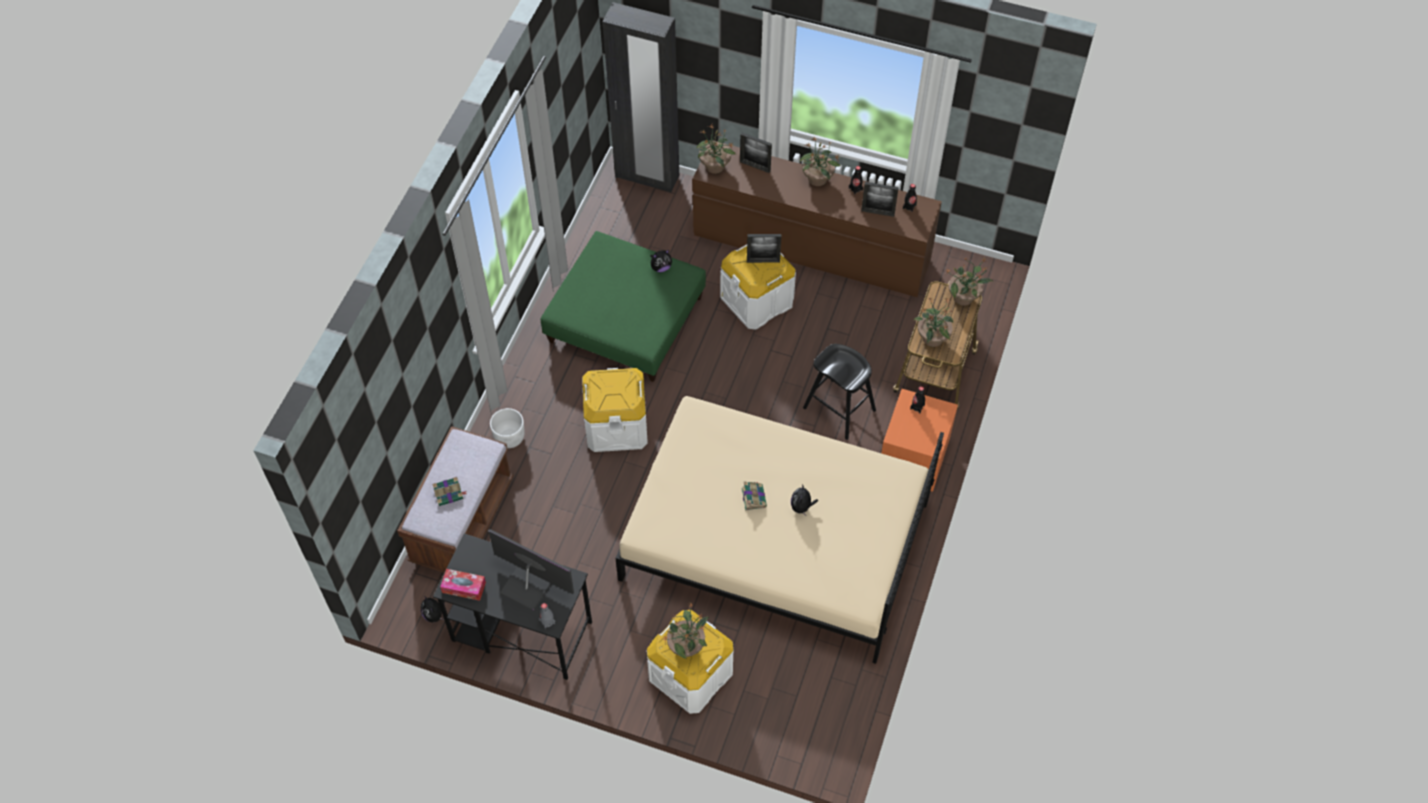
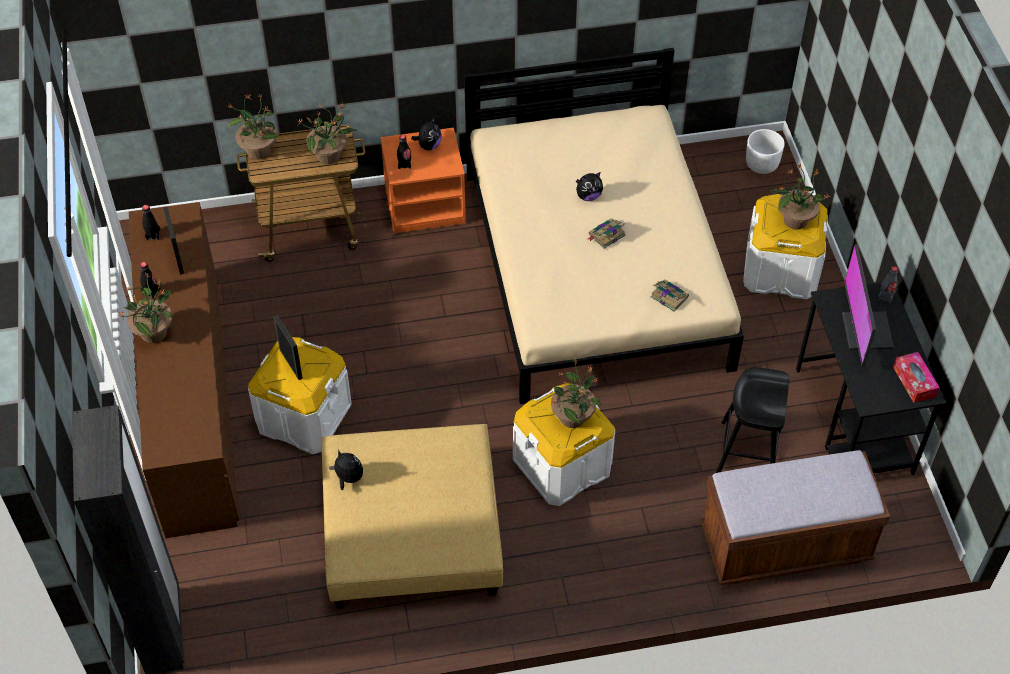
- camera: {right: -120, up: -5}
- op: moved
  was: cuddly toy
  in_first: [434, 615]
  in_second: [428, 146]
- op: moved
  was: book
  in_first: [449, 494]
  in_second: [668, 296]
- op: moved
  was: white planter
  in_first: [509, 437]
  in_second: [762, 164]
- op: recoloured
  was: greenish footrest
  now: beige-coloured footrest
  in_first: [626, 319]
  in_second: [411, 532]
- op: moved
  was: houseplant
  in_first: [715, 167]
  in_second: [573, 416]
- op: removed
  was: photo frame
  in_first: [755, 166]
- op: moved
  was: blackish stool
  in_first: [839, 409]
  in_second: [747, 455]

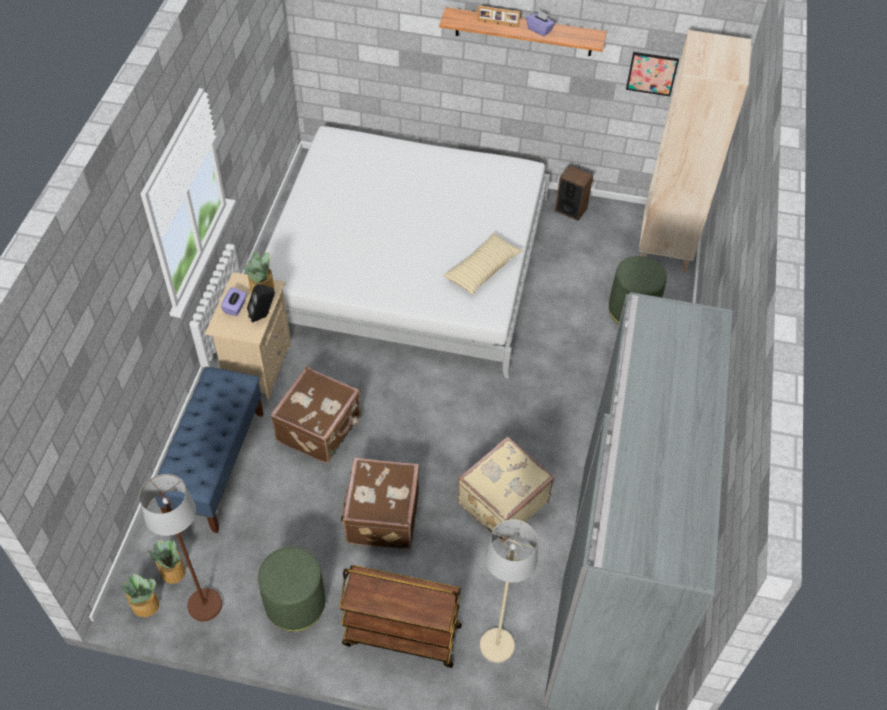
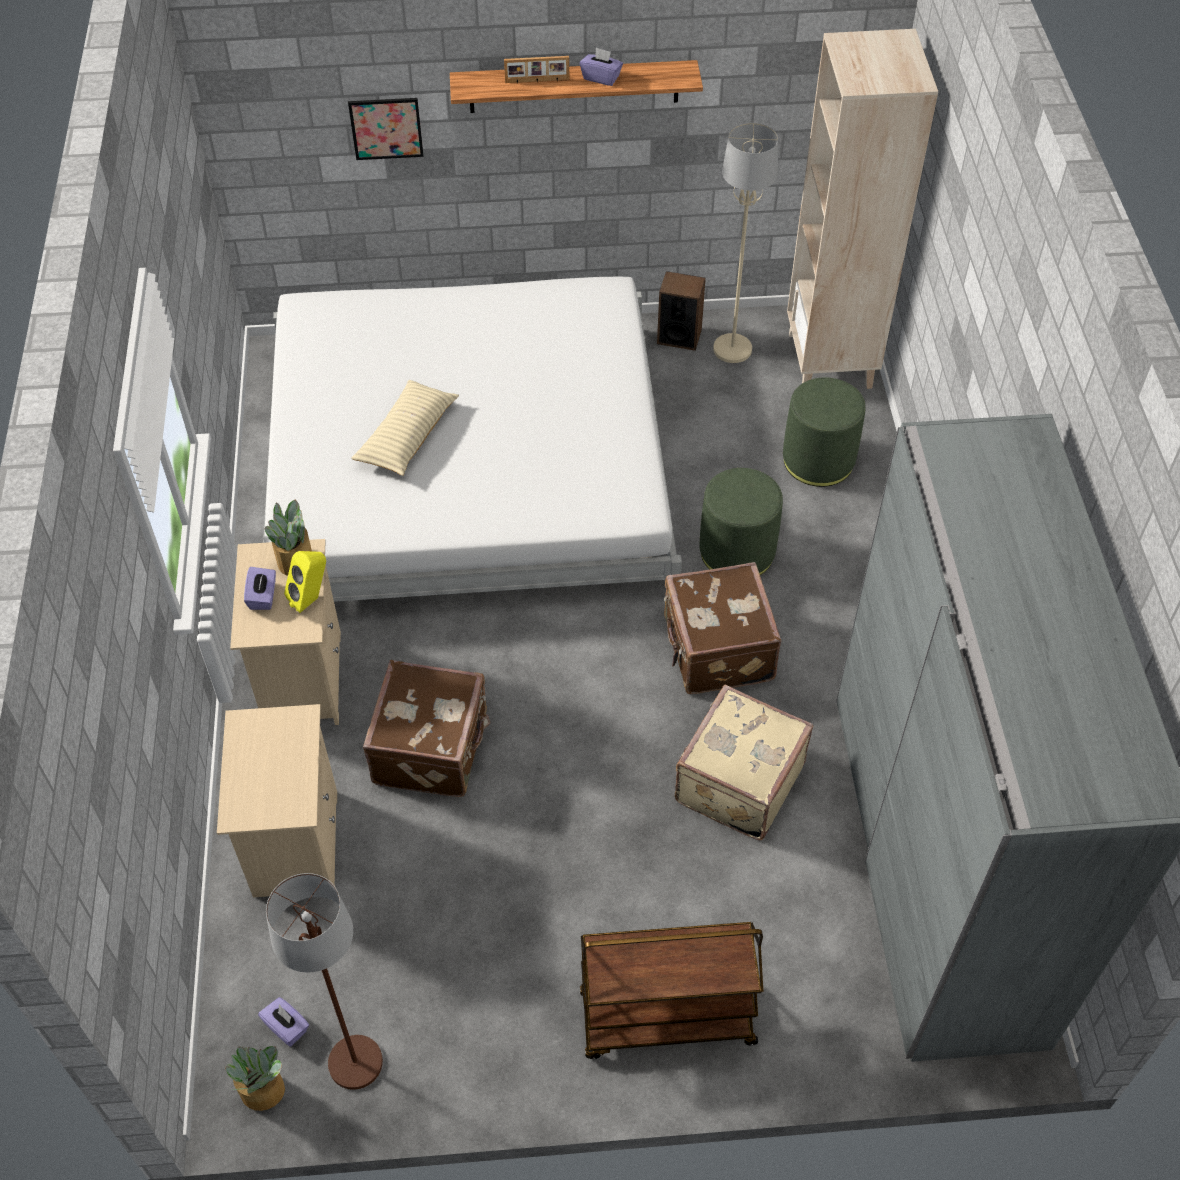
- camera: {right: -15, up: 0}
- op: replaced
  was: houseplant
  now: purplish tissue box
  in_first: [173, 572]
  in_second: [287, 1027]
- op: replaced
  was: blue-coloured long seat
  now: beige-coloured night table
  in_first: [216, 465]
  in_second: [294, 846]
- op: recoloured
  was: blackish loudspeaker
  now: yellow-coloured loudspeaker
  in_first: [263, 316]
  in_second: [311, 599]
- op: moved
  was: greenish footrest
  in_first: [295, 604]
  in_second: [736, 552]
- op: moved
  was: brown-coloured travel case
  in_first: [380, 516]
  in_second: [716, 650]
- op: moved
  was: beige-coloured pillow
  in_first: [482, 269]
  in_second: [407, 436]
- op: moved
  was: beige-coloured floor lamp
  in_first: [497, 645]
  in_second: [732, 349]
- op: moved
  was: picture
  in_first: [652, 73]
  in_second: [386, 128]

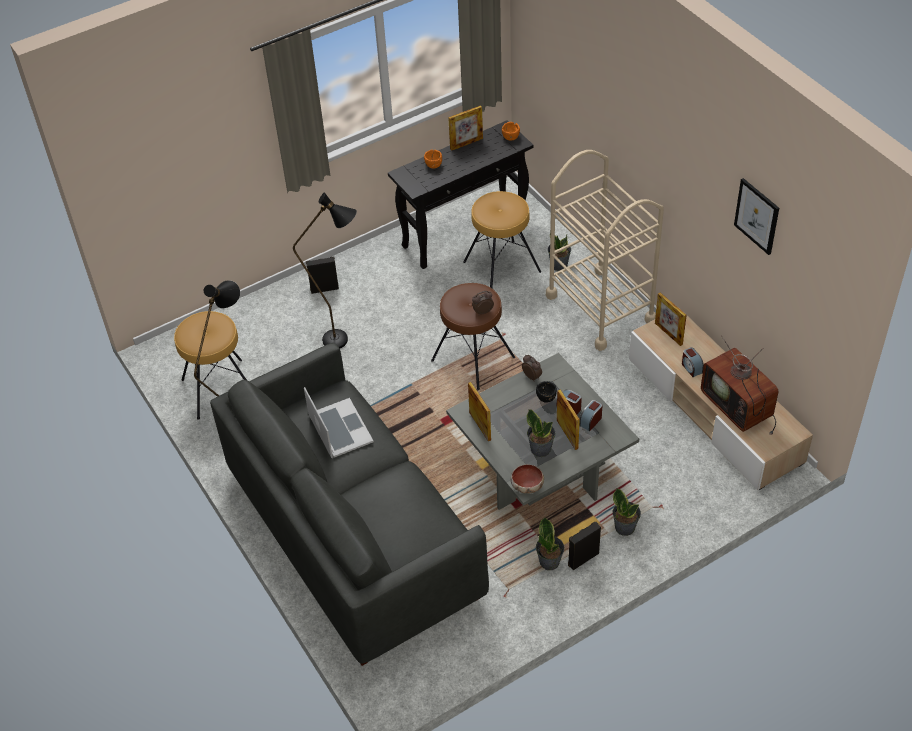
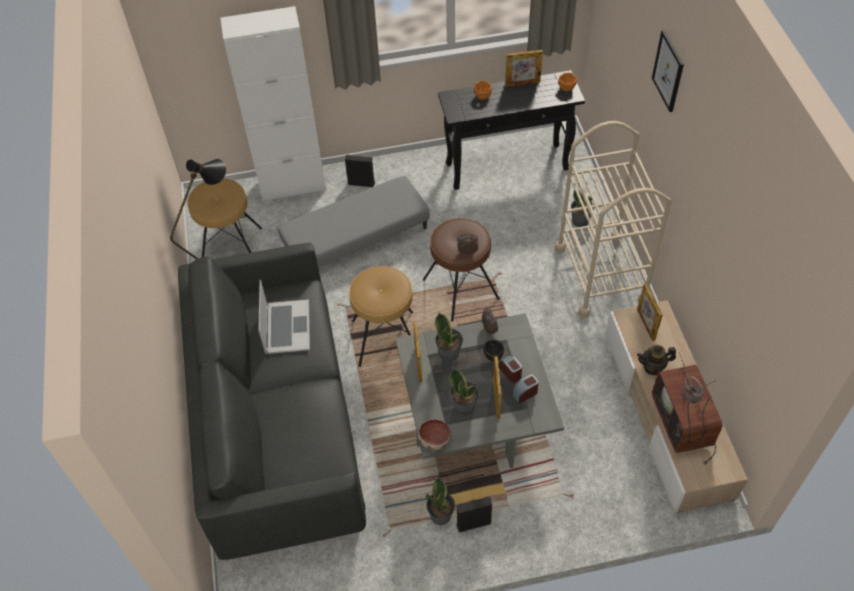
- camera: {right: 20, up: 5}
- op: replaced
  was: blackish floor lamp
  now: grey footrest
  in_first: [344, 341]
  in_second: [356, 237]
- op: moved
  was: brown-coloured stool
  in_first: [501, 266]
  in_second: [386, 338]
- op: moved
  was: houseplant
  in_first: [625, 527]
  in_second: [449, 353]
- op: replaced
  was: alarm clock
  now: pot for tea
  in_first: [691, 368]
  in_second: [653, 367]
- op: moved
  was: picture
  in_first: [757, 216]
  in_second: [668, 71]
- op: added
  now: white storage cabinet
  in_second: [292, 185]

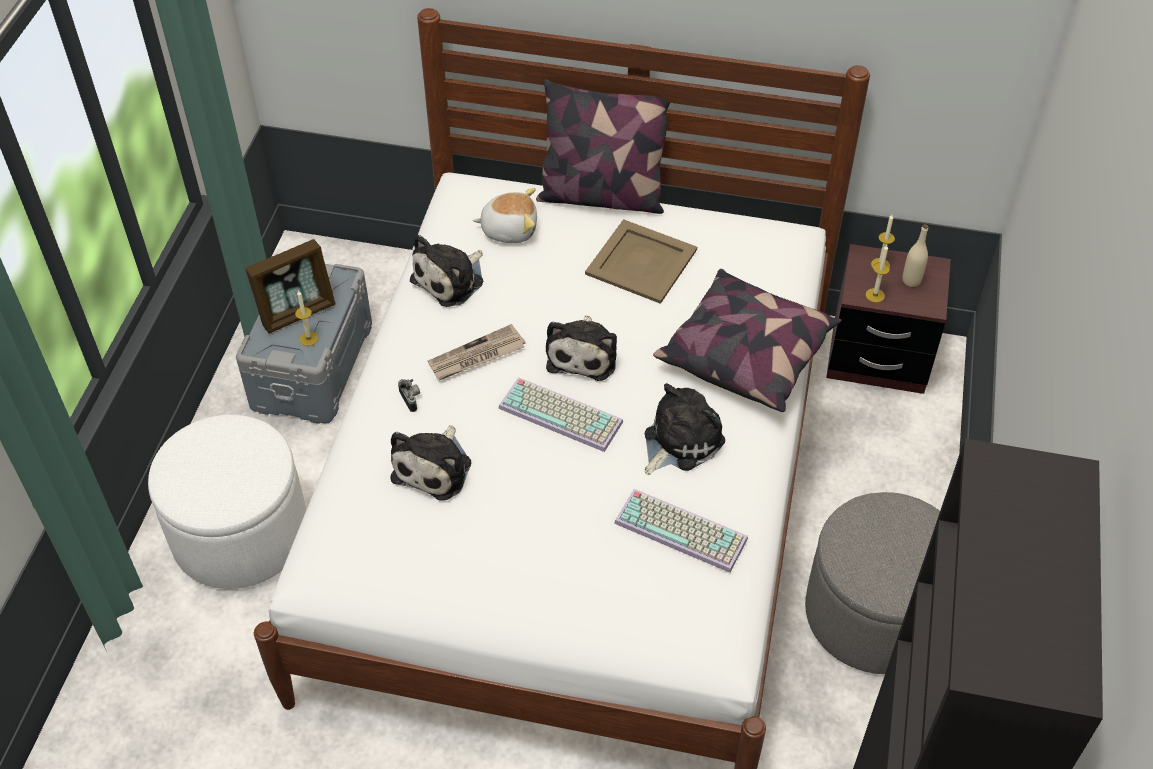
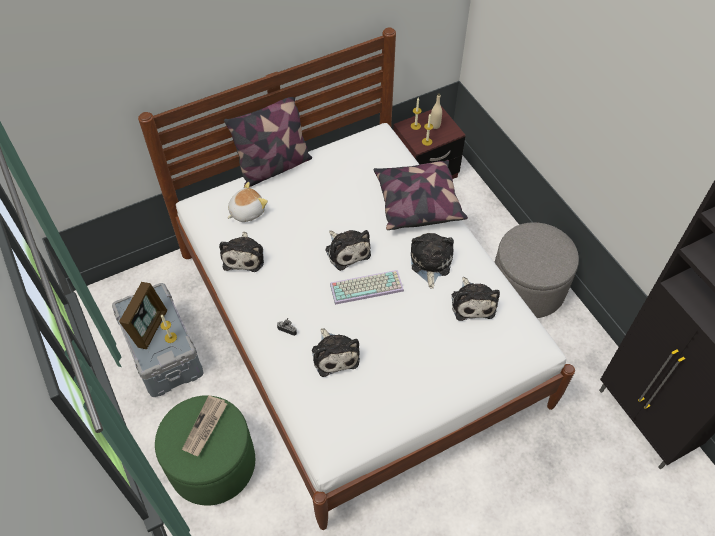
- camera: {right: -40, up: 5}
- op: recoloured
  was: white footrest
  now: greenish footrest
  in_first: [240, 533]
  in_second: [212, 463]
- op: moved
  was: daily paper
  in_first: [476, 356]
  in_second: [205, 427]
- op: removed
  was: beige-coloured carrying tray
  in_first: [640, 262]
- op: replaced
  was: computer keyboard
  now: cuddly toy
  in_first: [683, 529]
  in_second: [472, 302]

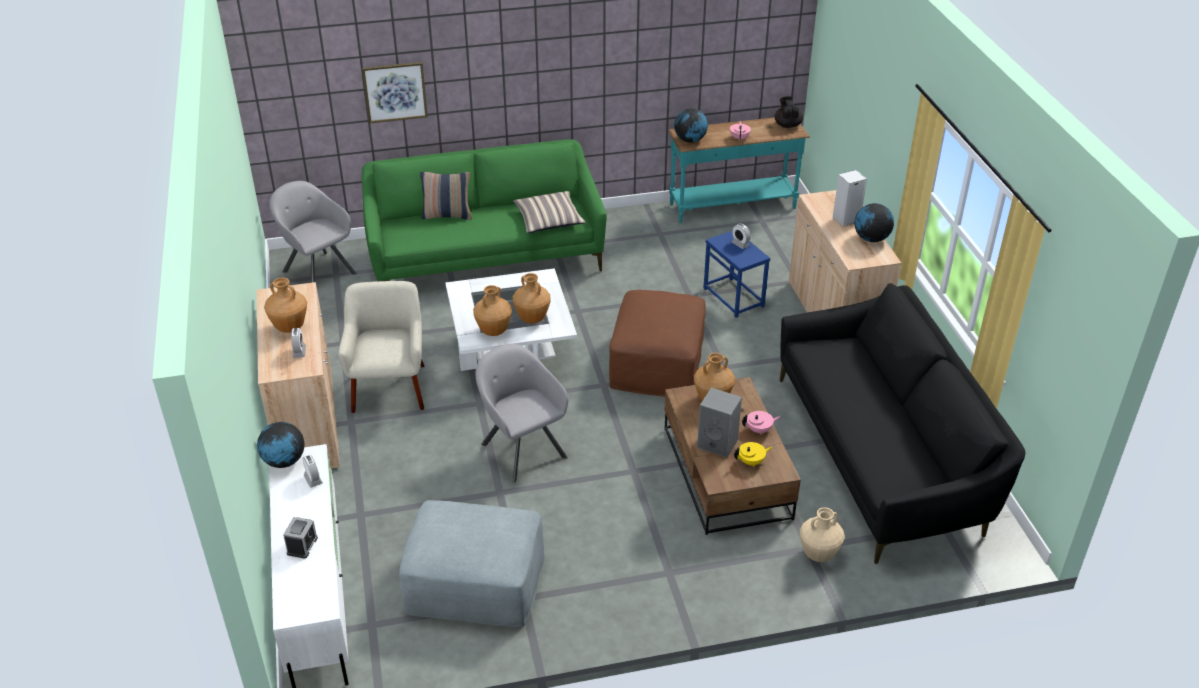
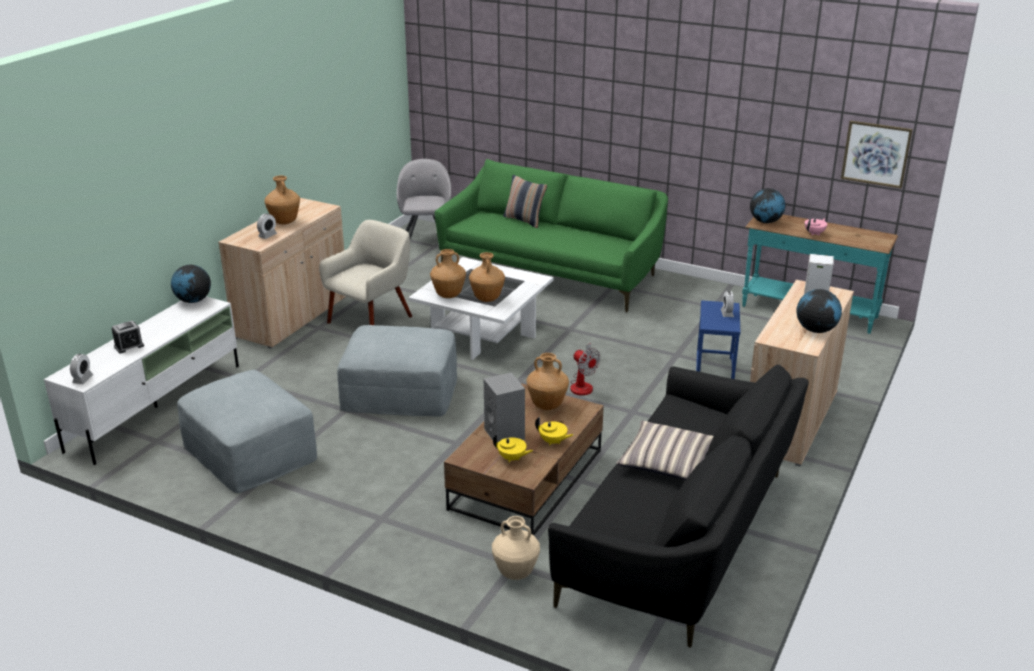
- camera: {right: 40, up: -10}
- op: moved
  was: alarm clock
  in_first: [313, 479]
  in_second: [82, 379]
- op: moved
  was: picture
  in_first: [395, 92]
  in_second: [876, 154]
- op: replaced
  was: grey easy chair
  now: grey footrest
  in_first: [521, 448]
  in_second: [400, 391]
- op: moved
  was: pillow
  in_first: [548, 219]
  in_second: [666, 461]
- op: replaced
  was: brown-coloured footrest
  now: cooling fan
  in_first: [657, 361]
  in_second: [583, 385]
- op: recoloured
  was: pinkish pot for tea
  now: yellow-coloured pot for tea
  in_first: [759, 430]
  in_second: [553, 442]
- op: removed
  was: blackish pot for tea
  in_first: [787, 125]

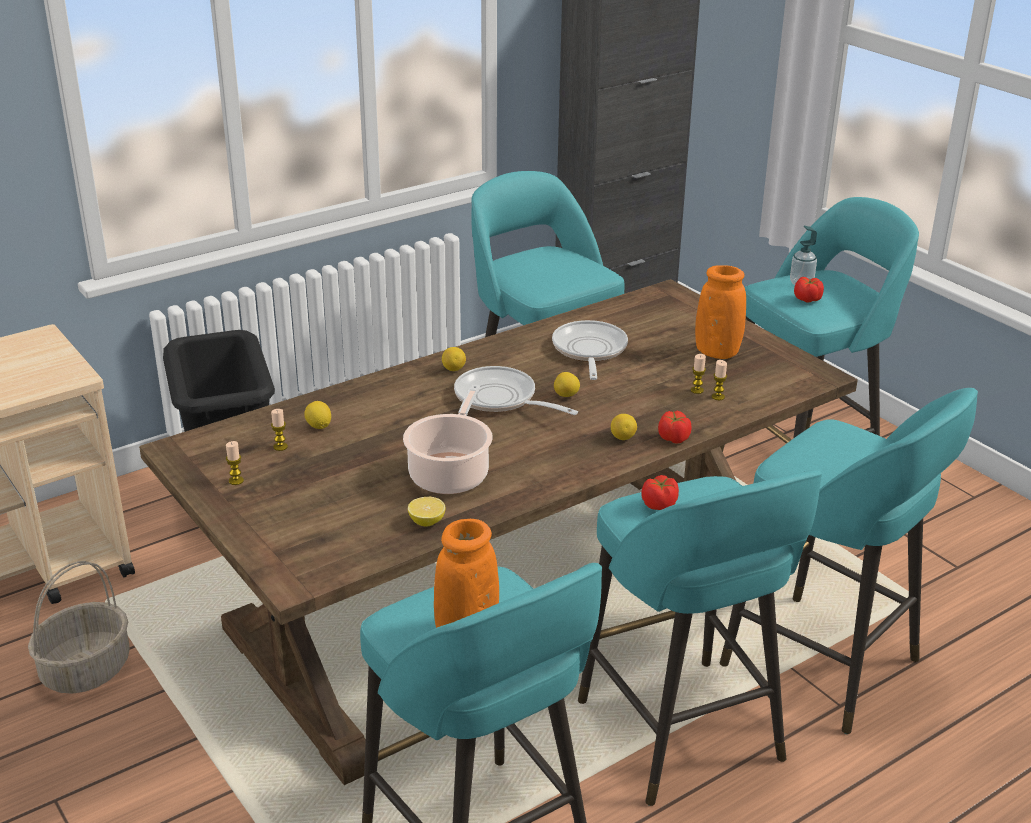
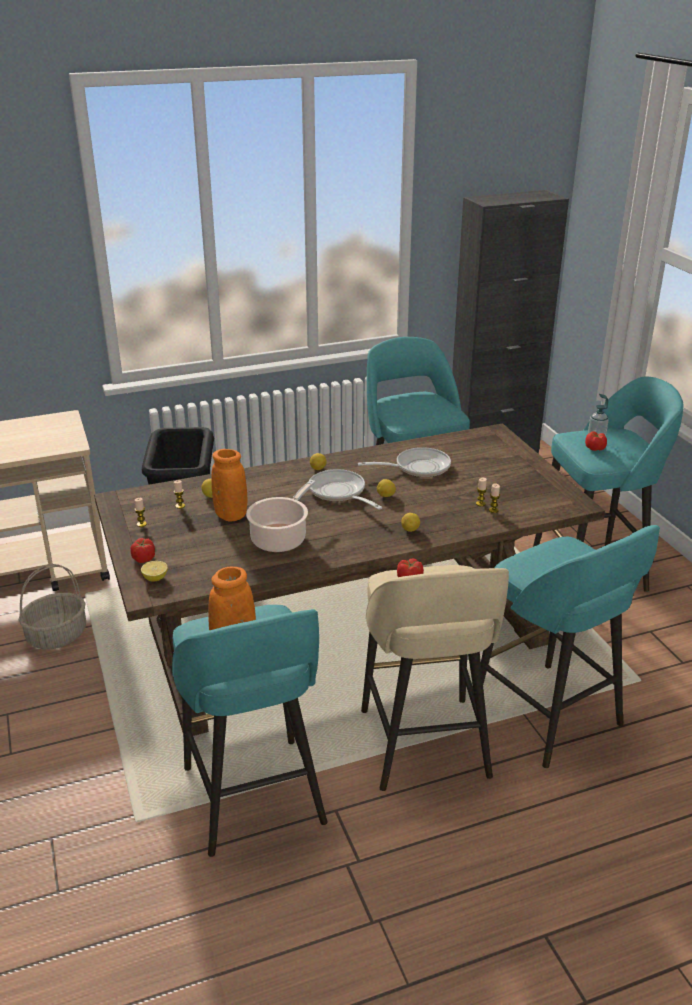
- camera: {right: 15, up: 0}
- op: moved
  was: lemon
  in_first: [427, 522]
  in_second: [155, 578]
- op: turned
  was: frying pan
  in_first: [589, 351]
  in_second: [417, 467]
  clockwise: 60
- op: recoloured
  was: turquoise stool
  now: beige-coloured stool
  in_first: [682, 735]
  in_second: [425, 746]
- op: moved
  was: whole tomato
  in_first: [674, 438]
  in_second: [143, 559]
- op: moved
  was: orange-coloured flower vase
  in_first: [717, 352]
  in_second: [231, 515]

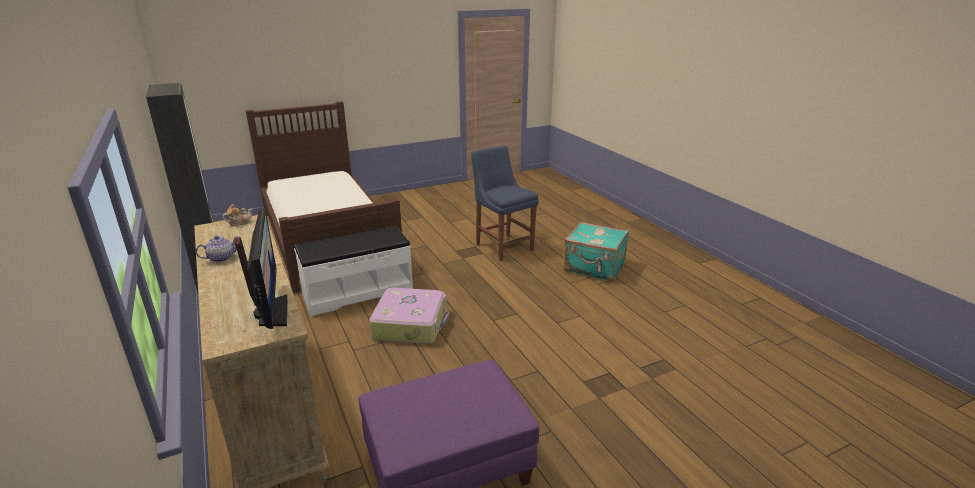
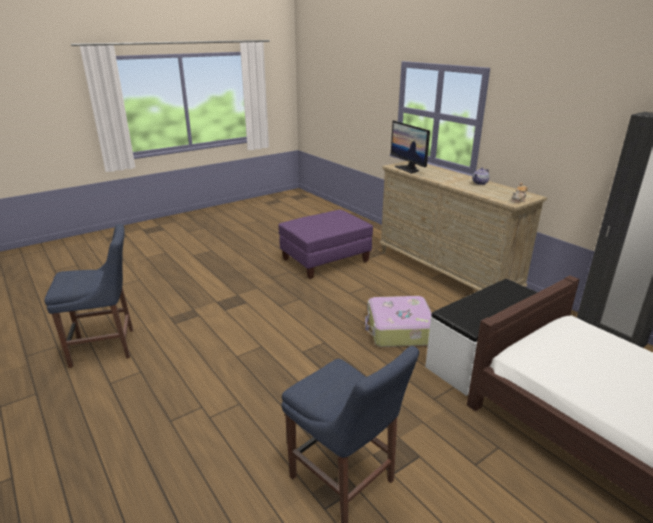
- camera: {right: 170, up: 0}
- op: removed
  was: turquoise travel case
  in_first: [594, 268]
- op: added
  now: blue-coloured plain chair
  in_second: [107, 347]

